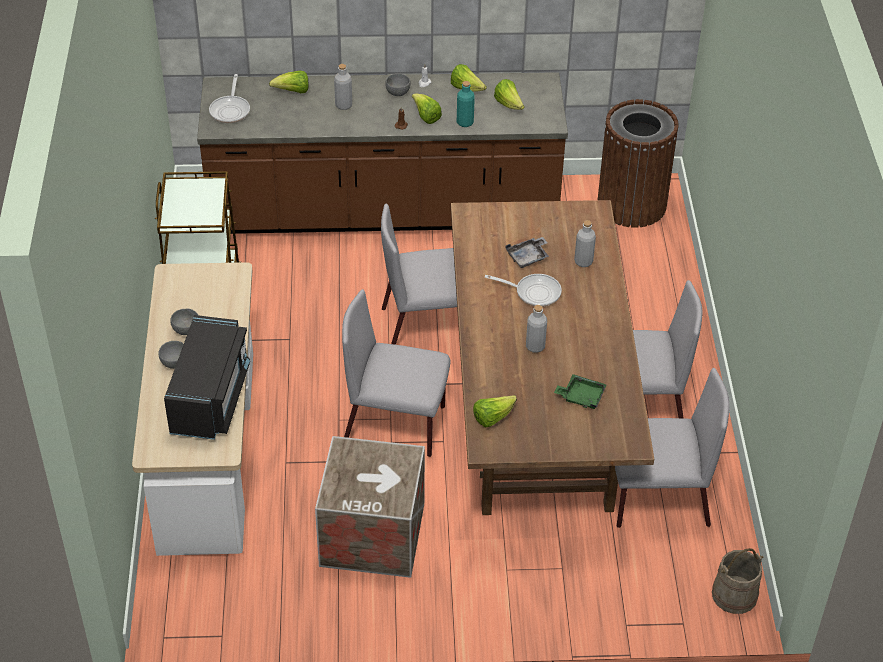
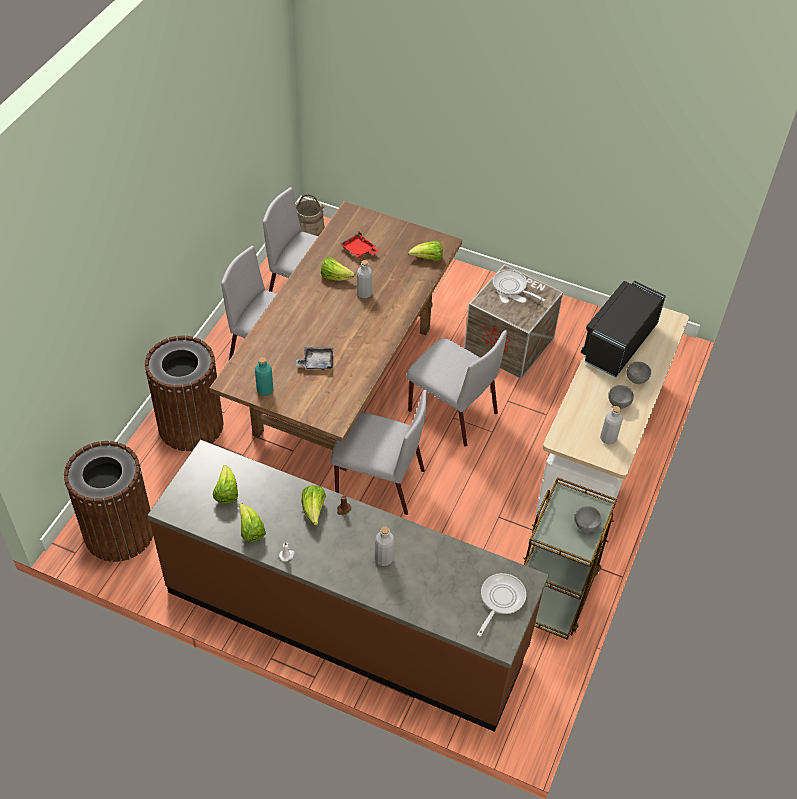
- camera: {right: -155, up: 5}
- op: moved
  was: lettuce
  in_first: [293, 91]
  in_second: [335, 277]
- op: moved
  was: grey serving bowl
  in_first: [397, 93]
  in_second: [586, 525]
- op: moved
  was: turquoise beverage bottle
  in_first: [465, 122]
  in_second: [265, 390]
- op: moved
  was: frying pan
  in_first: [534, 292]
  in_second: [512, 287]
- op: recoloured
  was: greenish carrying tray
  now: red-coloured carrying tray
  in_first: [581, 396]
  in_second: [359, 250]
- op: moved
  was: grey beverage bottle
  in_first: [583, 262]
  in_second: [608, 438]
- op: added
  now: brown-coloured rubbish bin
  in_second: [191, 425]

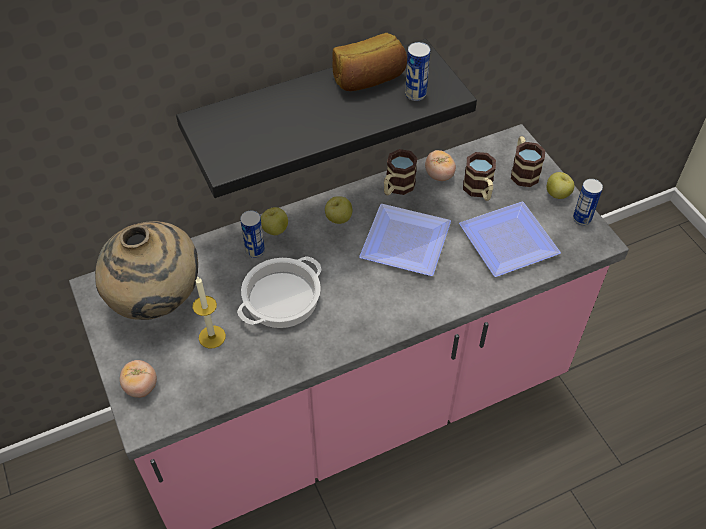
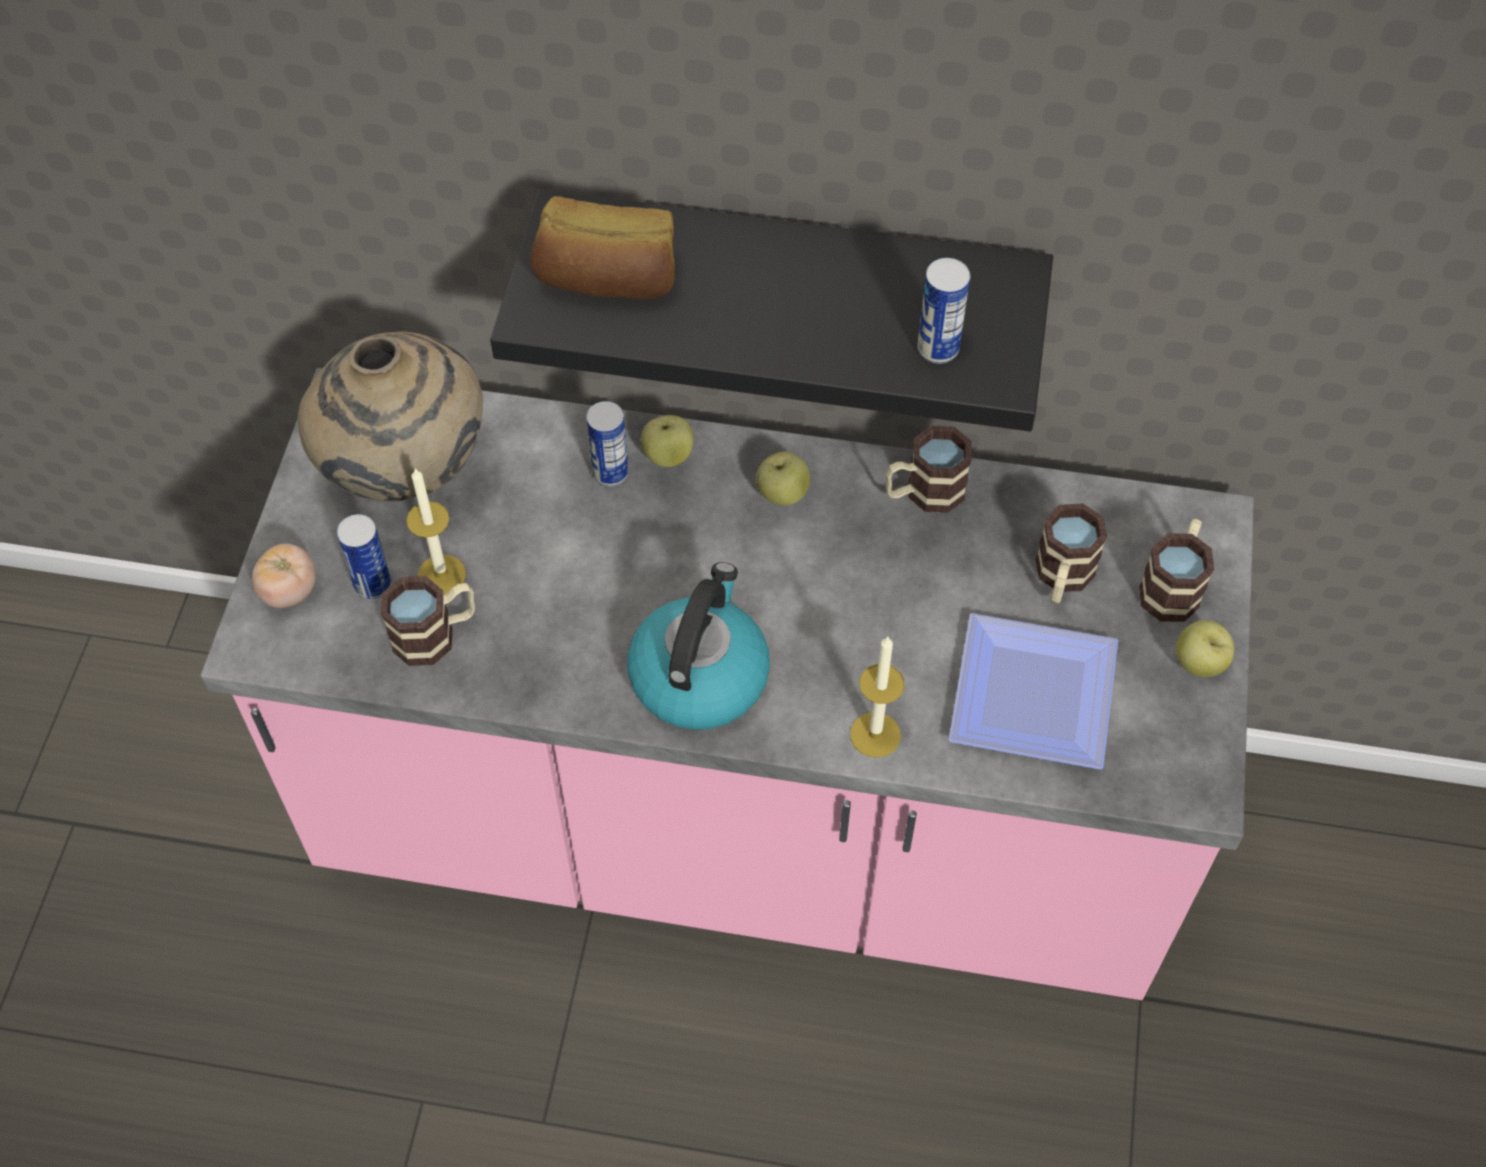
- camera: {right: 35, up: 5}
- op: removed
  was: cooking pot
  in_first: [281, 297]
- op: moved
  was: baked bread
  in_first: [369, 79]
  in_second: [608, 279]
- op: removed
  was: dinner plate
  in_first: [402, 243]
- op: removed
  was: whole tomato
  in_first: [439, 175]
- op: moved
  was: metal can
  in_first: [582, 219]
  in_second: [373, 585]
- op: added
  now: tea mug
  in_second: [436, 634]
- op: added
  now: tea kettle
  in_second: [699, 675]
- op: added
  now: candle
  in_second: [875, 734]

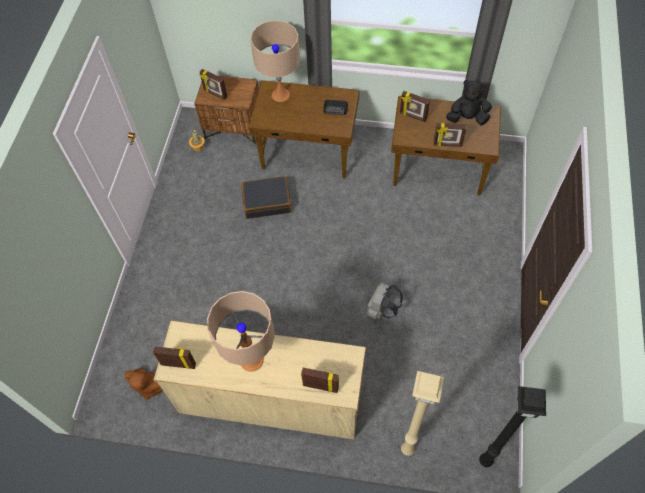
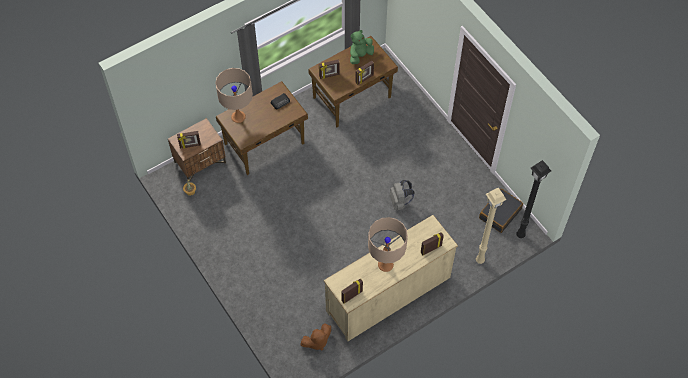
- camera: {right: -45, up: 0}
- op: moved
  was: blackish travel case
  in_first: [266, 201]
  in_second: [500, 213]
- op: recoloured
  was: blackish cuddly toy
  now: greenish cuddly toy
  in_first: [467, 118]
  in_second: [360, 55]

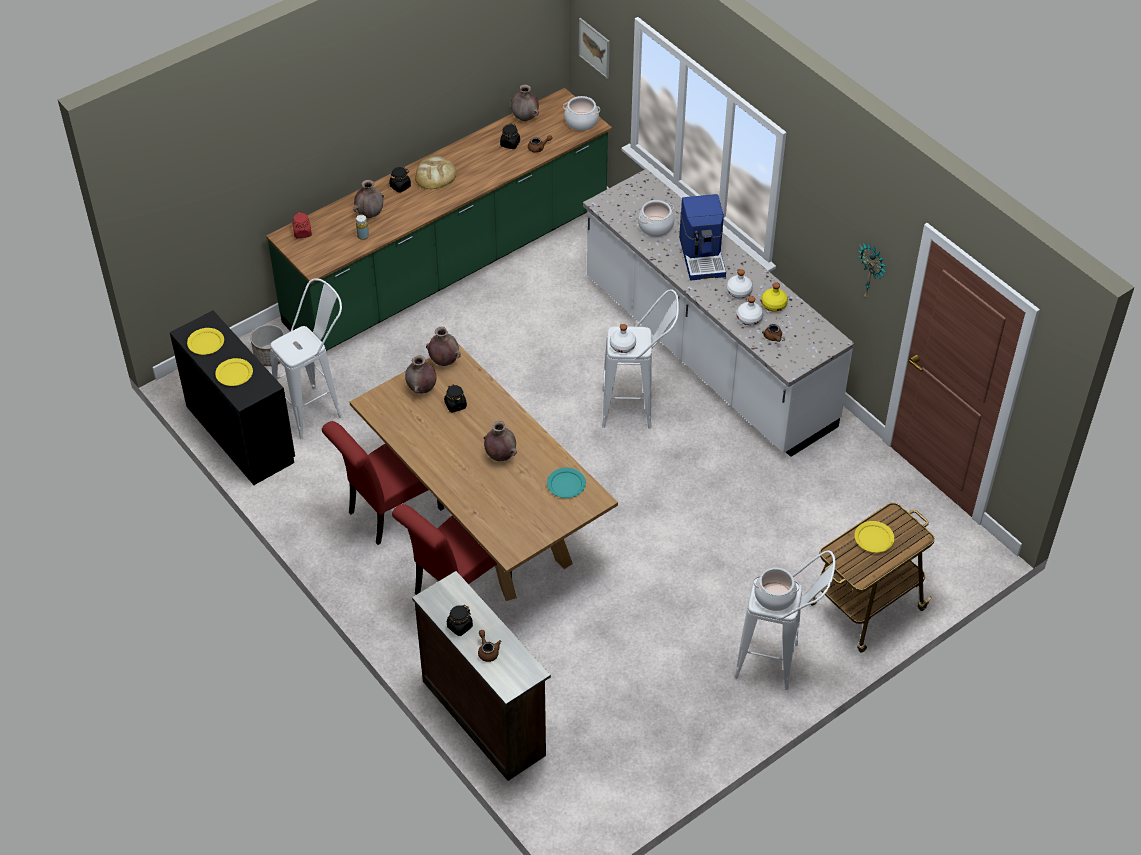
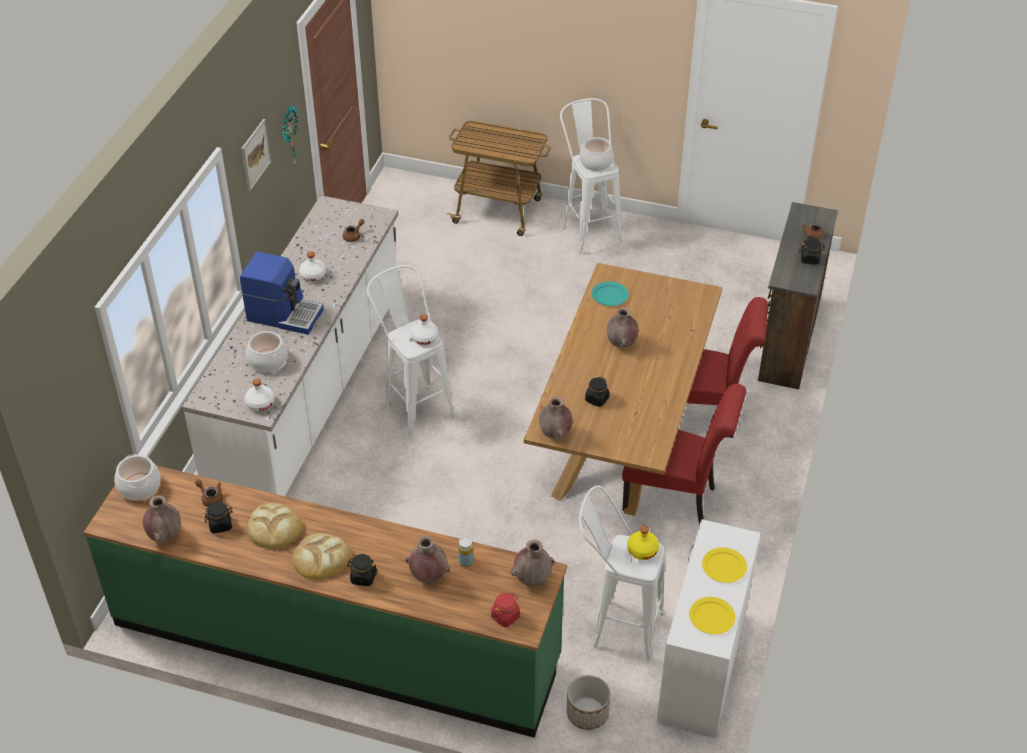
- camera: {right: -125, up: -5}
- op: recoloured
  was: blackish desk unit
  now: white desk unit
  in_first: [240, 434]
  in_second: [703, 667]
- op: moved
  was: brown-coloured flower vase
  in_first: [422, 389]
  in_second: [532, 579]
- op: moved
  was: picture
  in_first: [594, 48]
  in_second: [255, 154]
- op: turned
  was: coffee machine
  in_first: [703, 256]
  in_second: [284, 314]
  clockwise: 60
- op: moved
  was: white beverage bottle
  in_first: [749, 318]
  in_second: [260, 403]
- op: moved
  was: yellow-coloured beverage bottle
  in_first: [774, 304]
  in_second: [642, 550]
- op: removed
  was: yellow-coloured dinner plate
  in_first: [874, 538]
- op: added
  now: baked bread
  in_second: [274, 528]

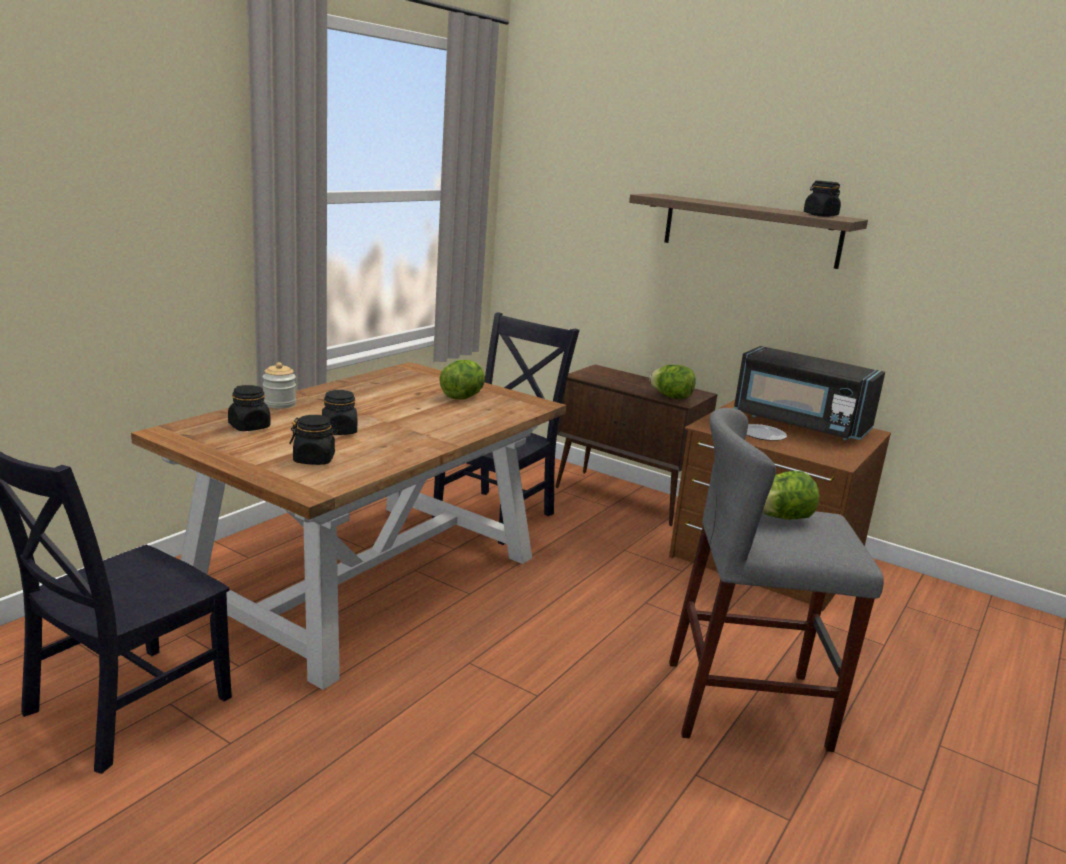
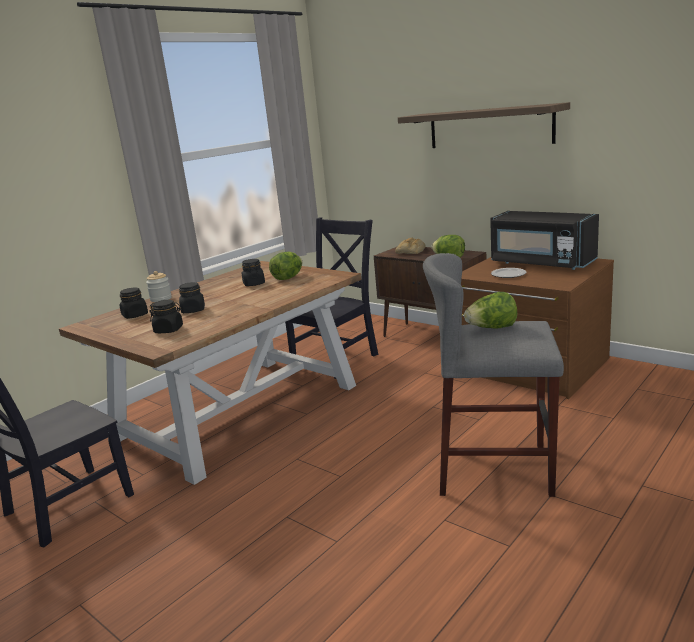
- camera: {right: 10, up: 0}
- op: moved
  was: blackish jar
  in_first: [820, 215]
  in_second: [254, 284]
- op: added
  now: baked bread
  in_second: [411, 251]

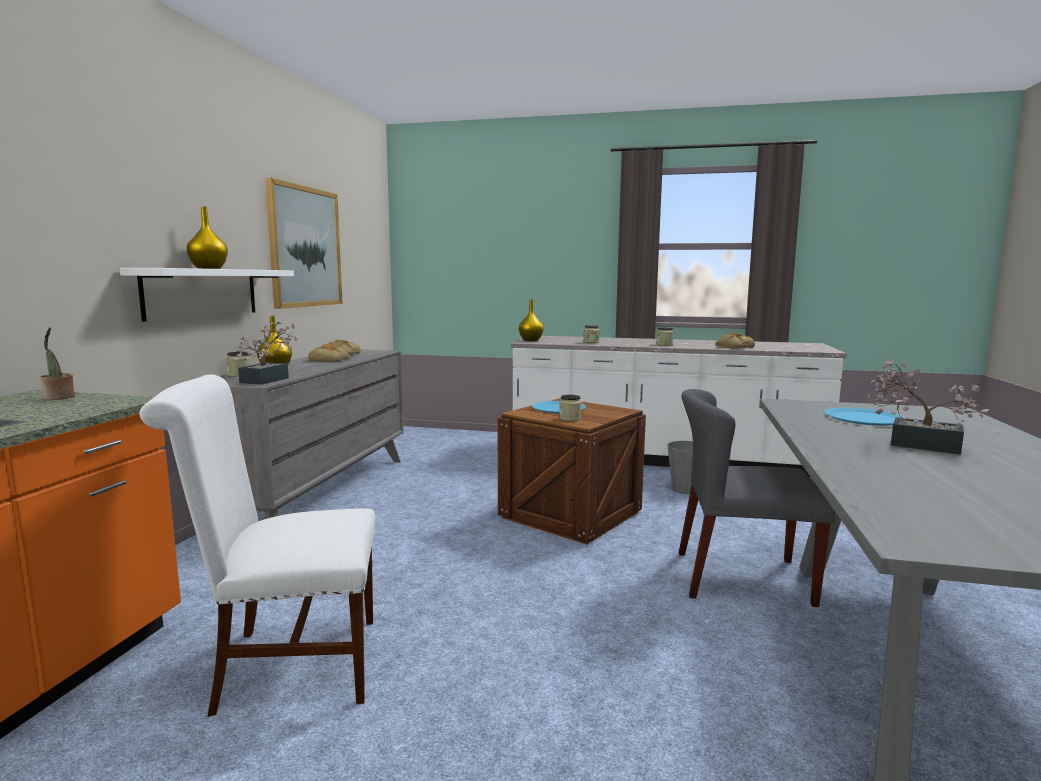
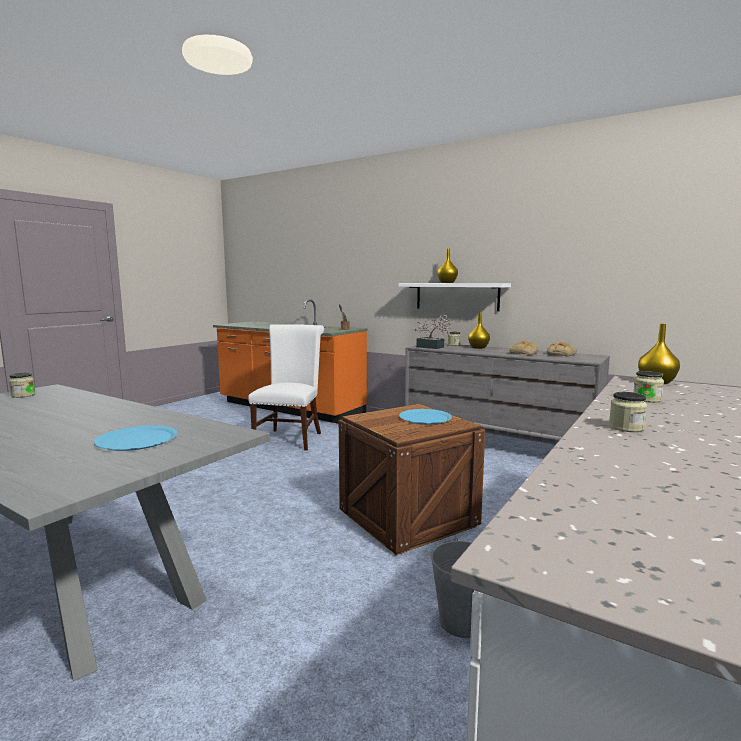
- camera: {right: 110, up: 0}
- op: removed
  was: picture
  in_first: [305, 247]
- op: moved
  was: jar
  in_first: [570, 418]
  in_second: [23, 395]
- op: removed
  was: grey plain chair
  in_first: [741, 578]
- op: removed
  was: baked bread
  in_first: [733, 347]
- op: removed
  was: houseplant
  in_first: [915, 444]

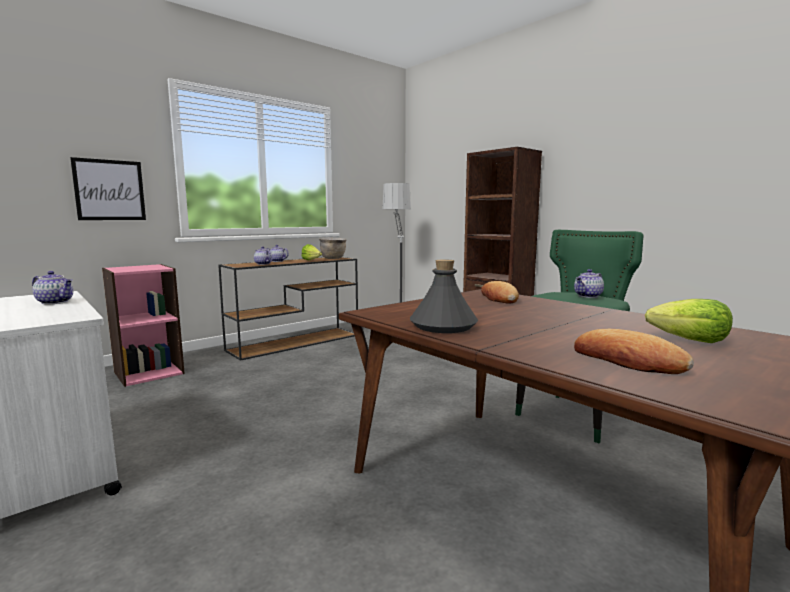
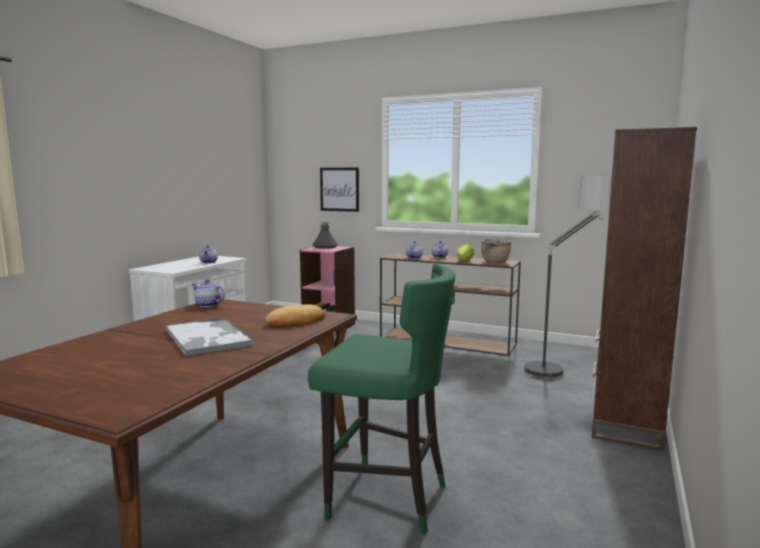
- camera: {right: 65, up: 0}
- op: moved
  was: grey beverage bottle
  in_first: [442, 326]
  in_second: [325, 247]
- op: moved
  was: pot for tea
  in_first: [588, 296]
  in_second: [207, 305]
- op: removed
  was: baked bread
  in_first: [627, 361]
- op: removed
  was: lettuce
  in_first: [689, 340]
- op: added
  now: carrying tray
  in_second: [208, 337]

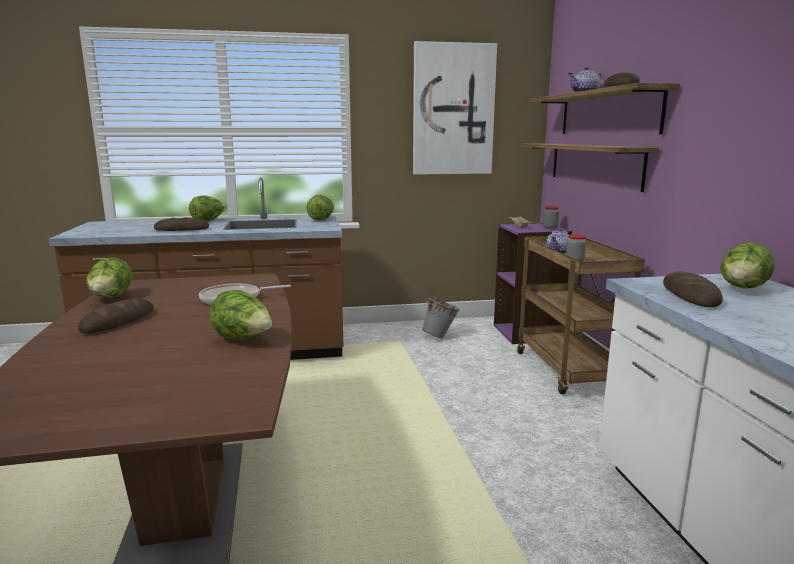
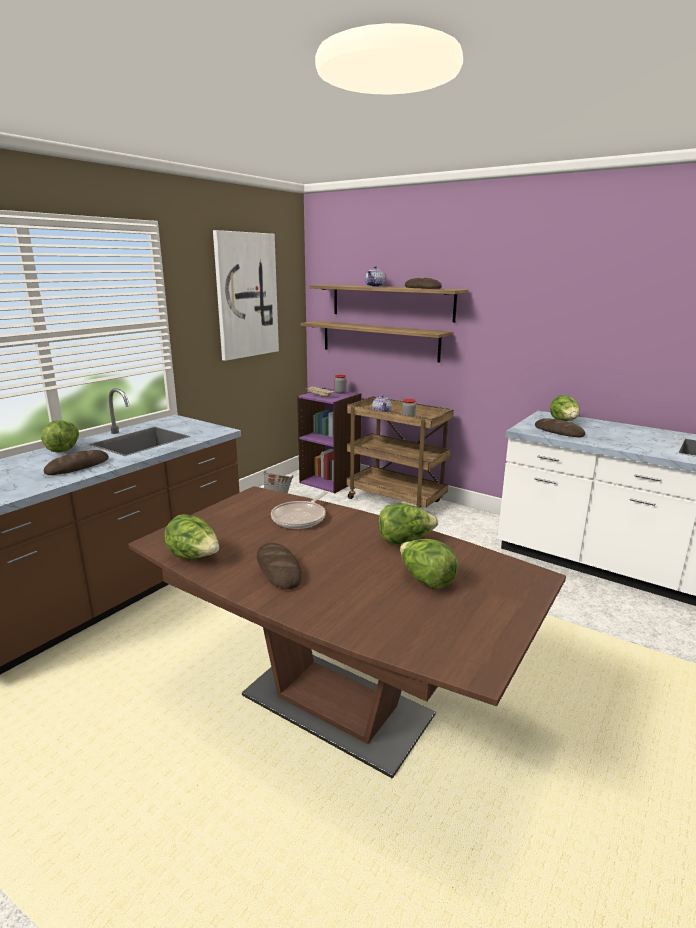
- camera: {right: -45, up: 5}
- op: moved
  was: lettuce
  in_first: [321, 219]
  in_second: [426, 580]

